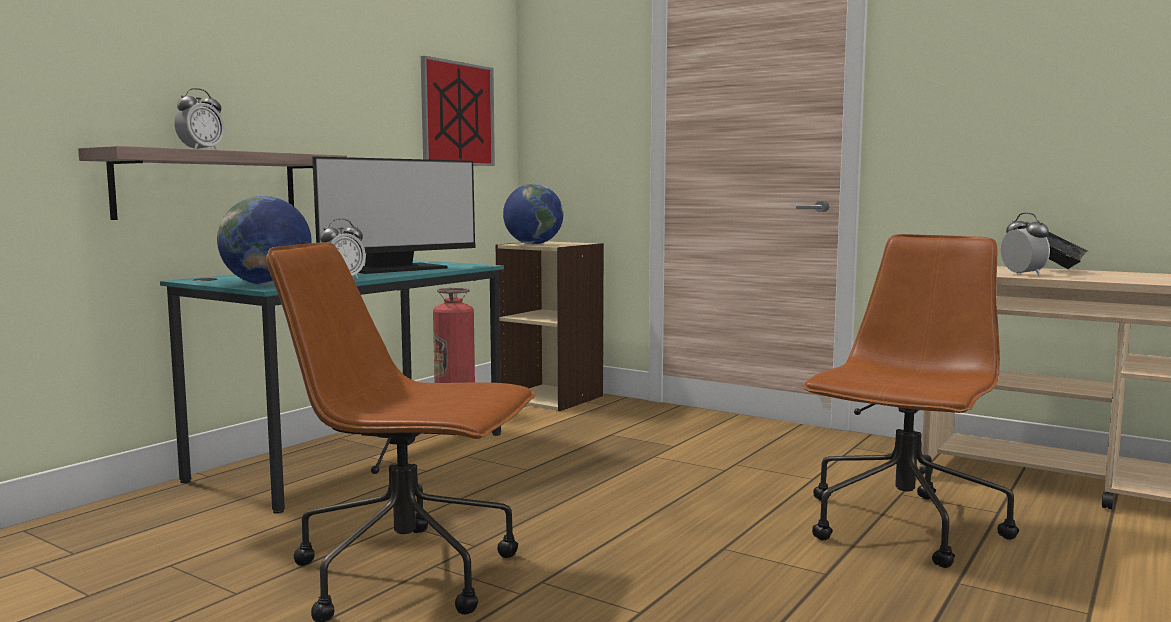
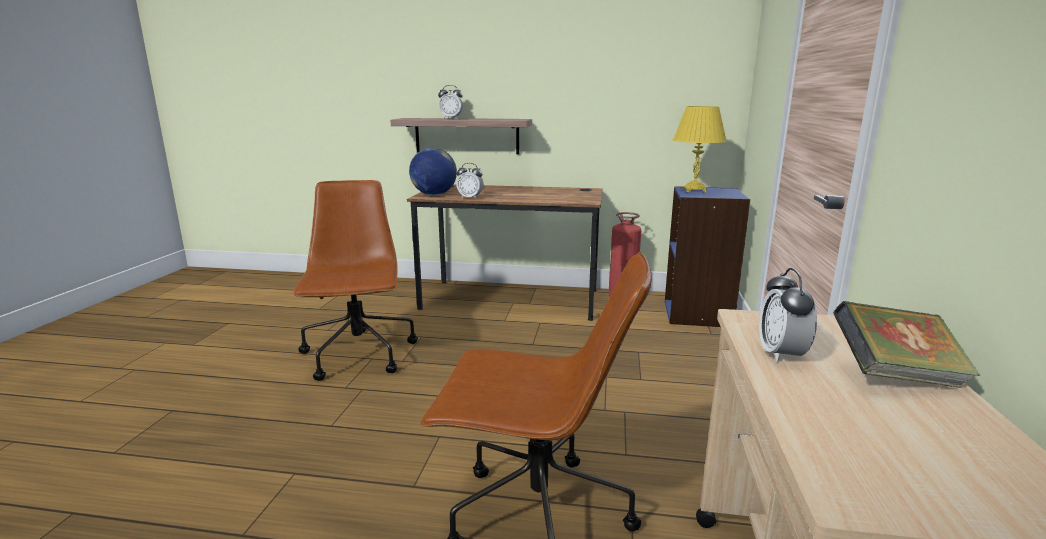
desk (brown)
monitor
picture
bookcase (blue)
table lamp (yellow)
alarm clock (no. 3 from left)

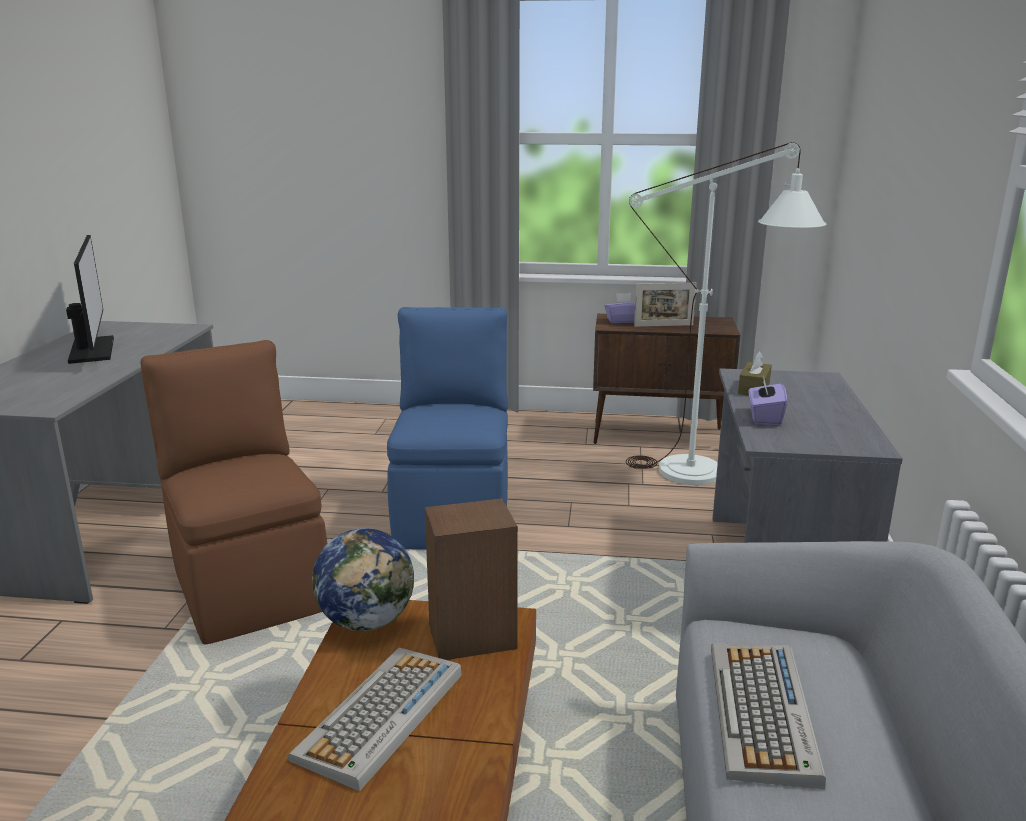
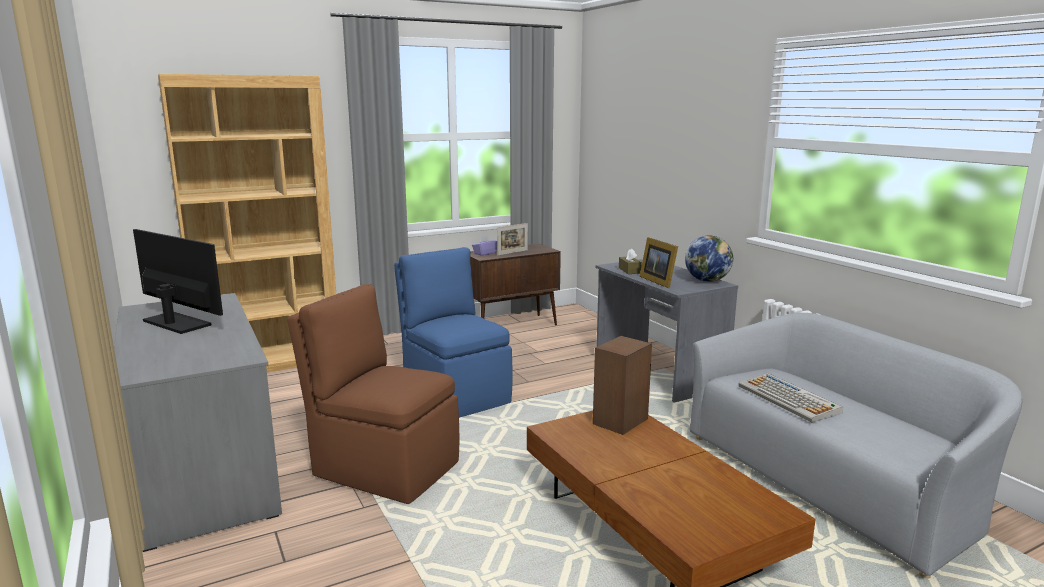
keyboard (no. 1 from left in the first image)
globe
floor lamp (white)
picture frame (no. 2 from left)
bookcase (brown)

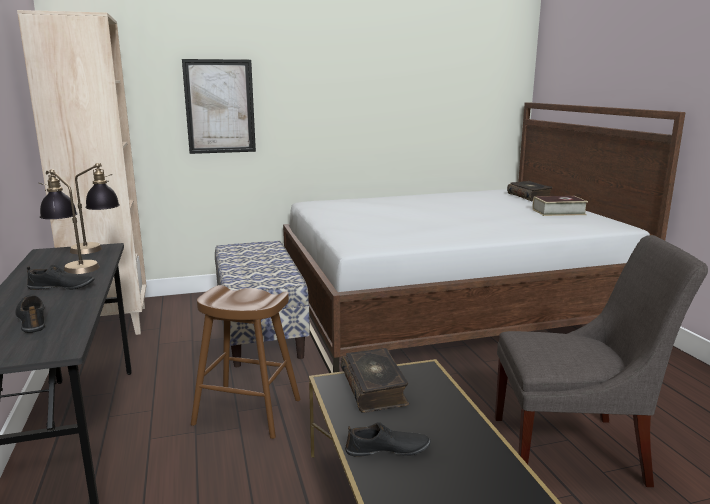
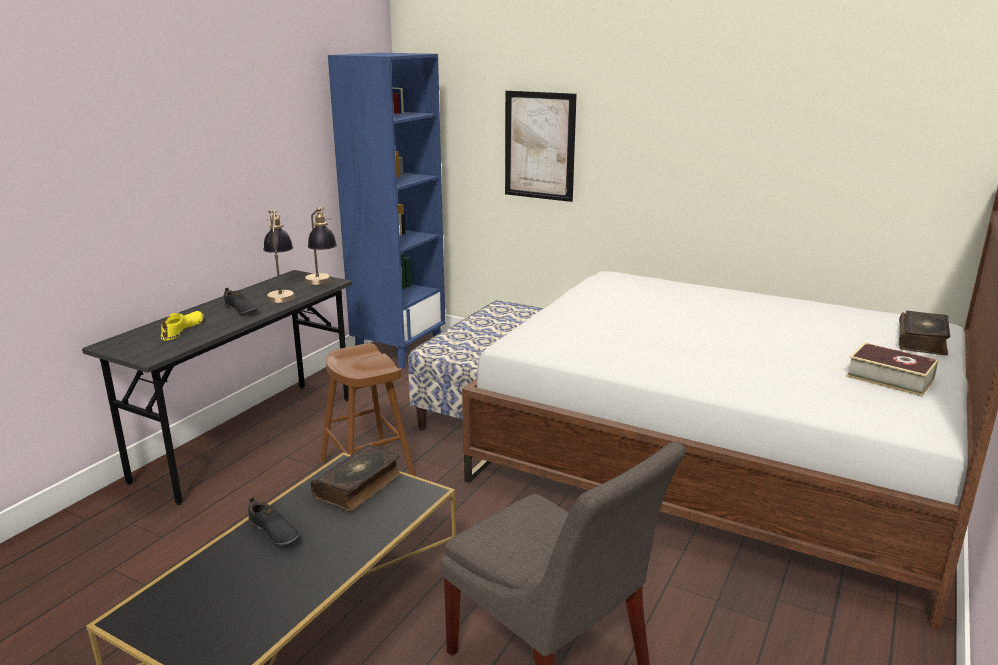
shoe (yellow)
bookcase (blue)

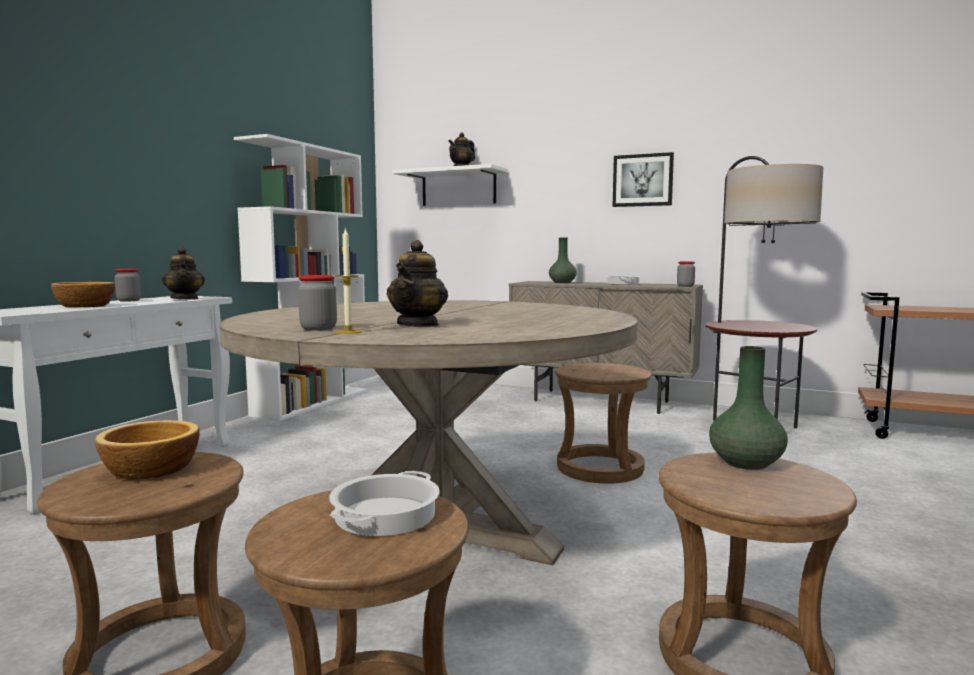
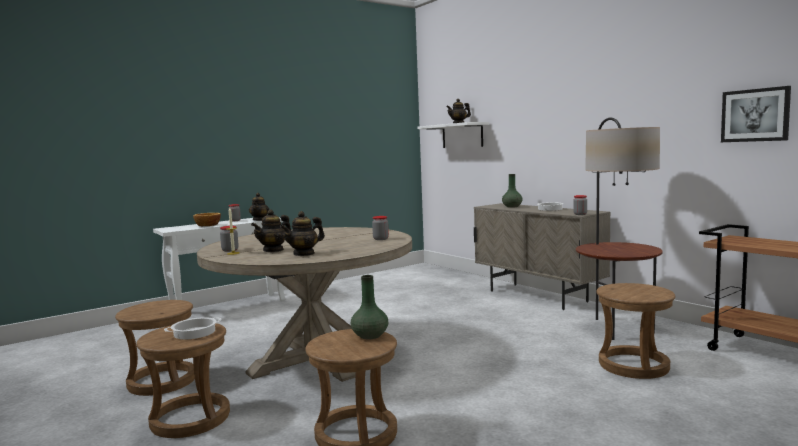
bowl (no. 2 from left in the first image)
bookcase (white)
stool (brown) (no. 4 from left)
picture
teapot (no. 3 from left)
jar (no. 3 from left)

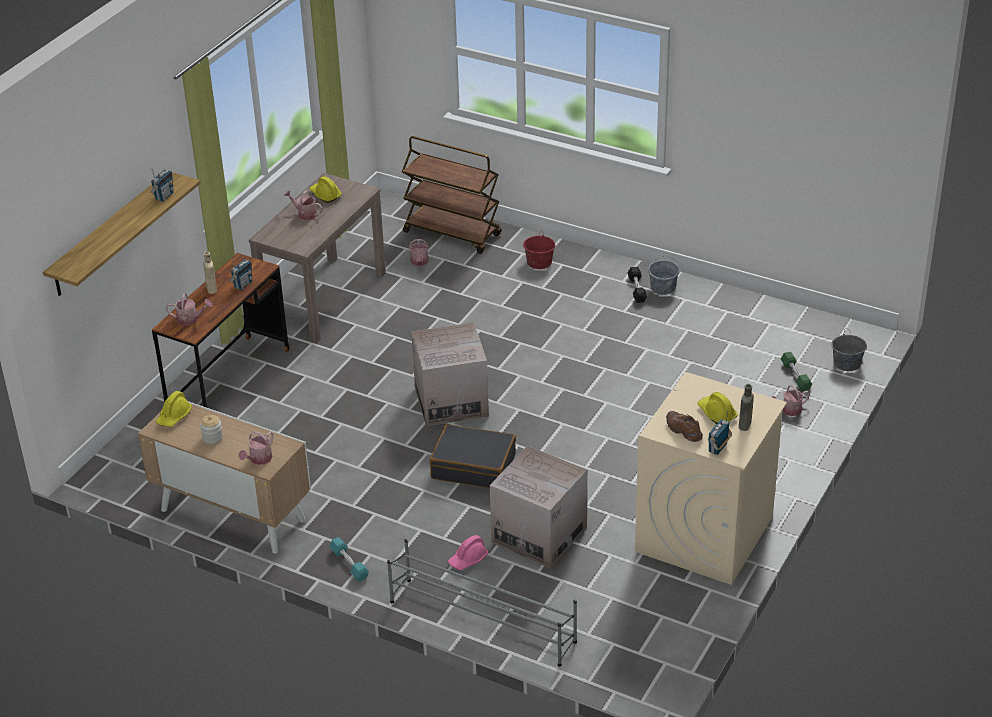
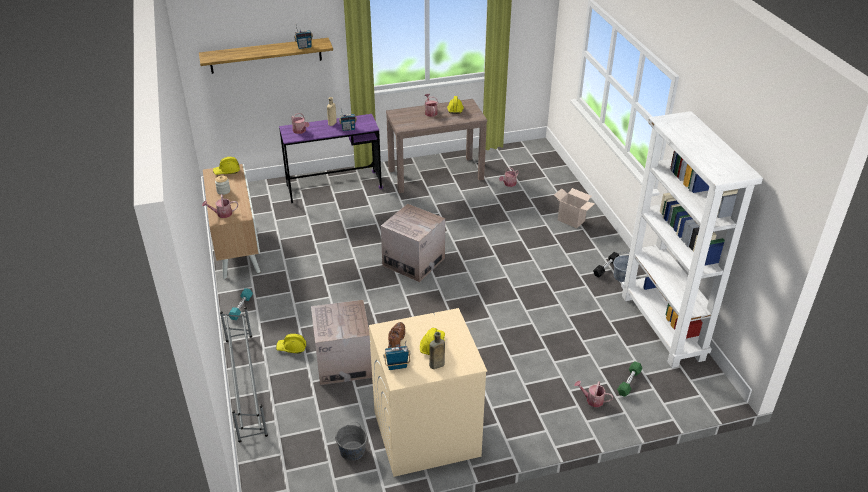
desk (purple)
cart (brown)
suitcase (black)
hard hat (yellow) (no. 2 from left)
cardboard box (no. 3 from left)
bucket (grey) (no. 1 from left)
bookcase (white)

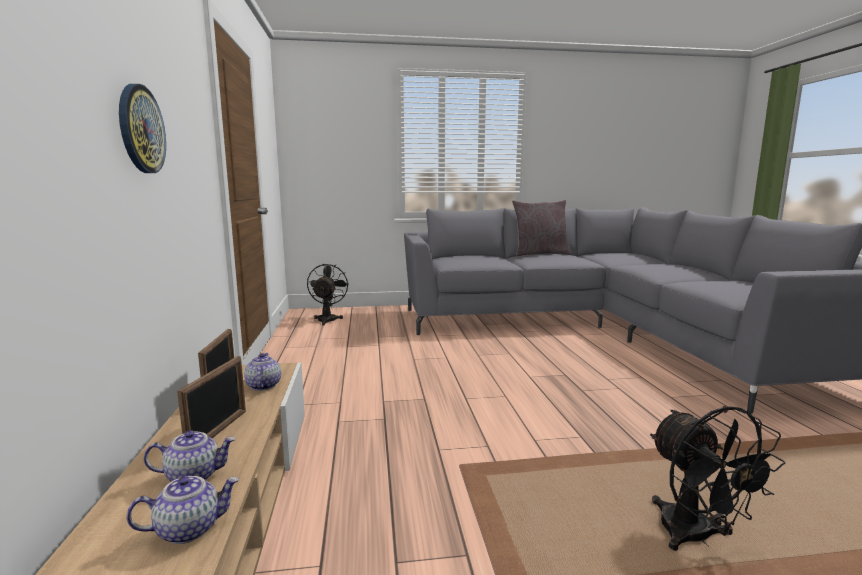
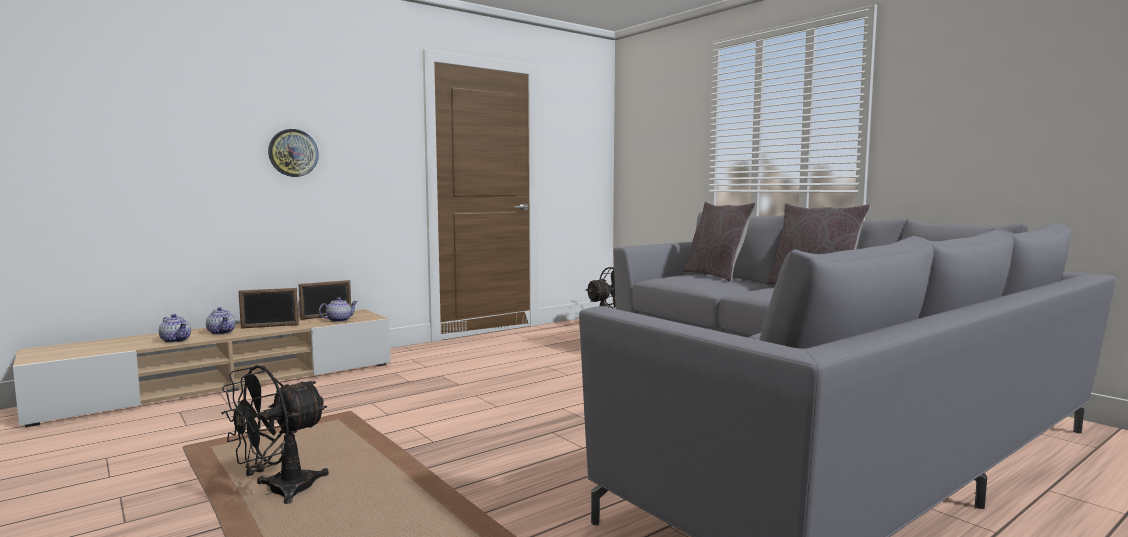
pillow (grey) (no. 1 from left)

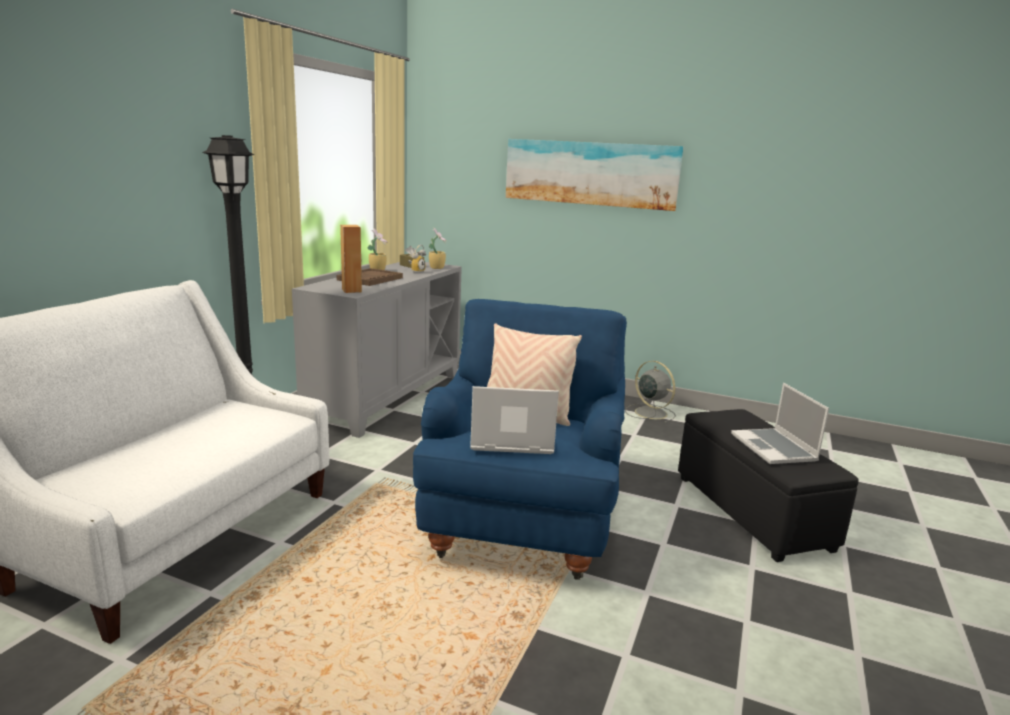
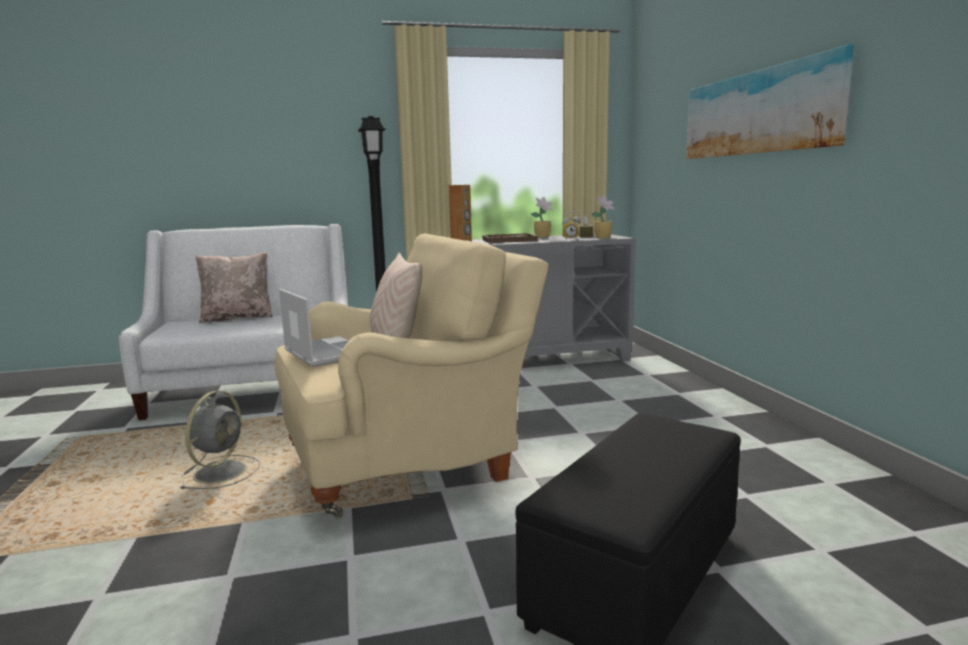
armchair (beige)
fan (grey)
laptop (no. 2 from left in the first image)
pillow (beige) (no. 1 from left)

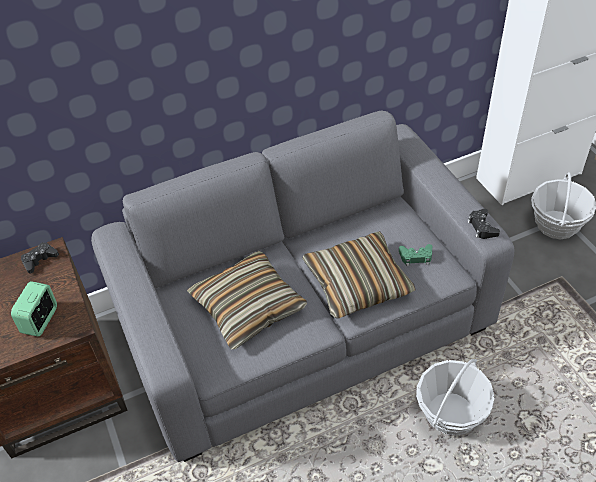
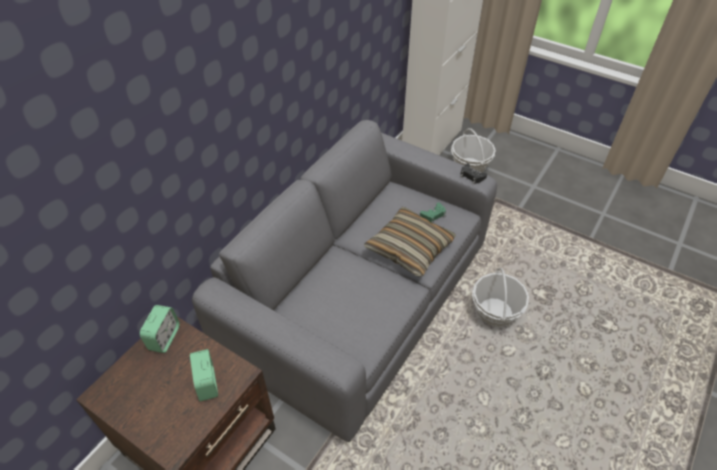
alarm clock (no. 1 from left)
pillow (no. 1 from left in the first image)

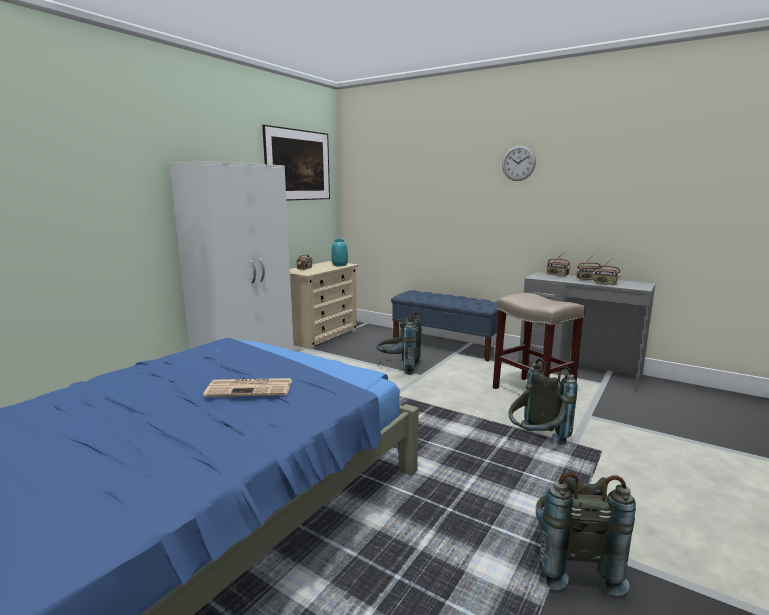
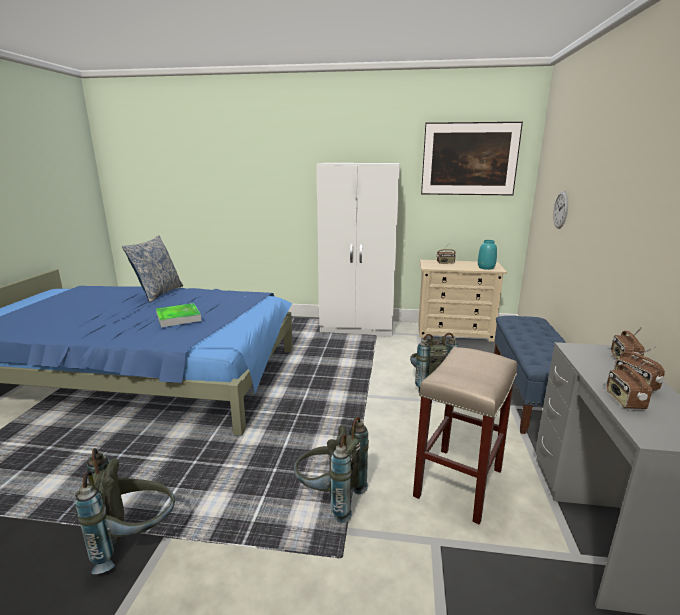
tray
wall clock
pillow

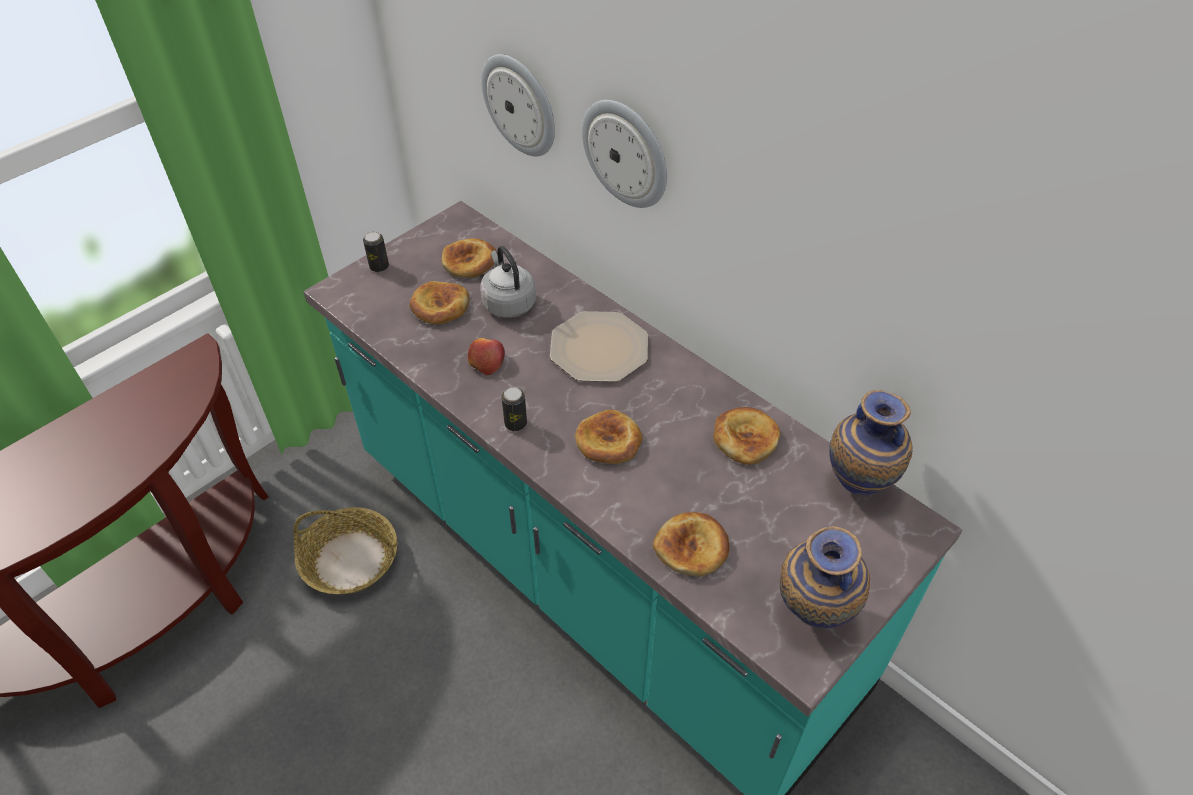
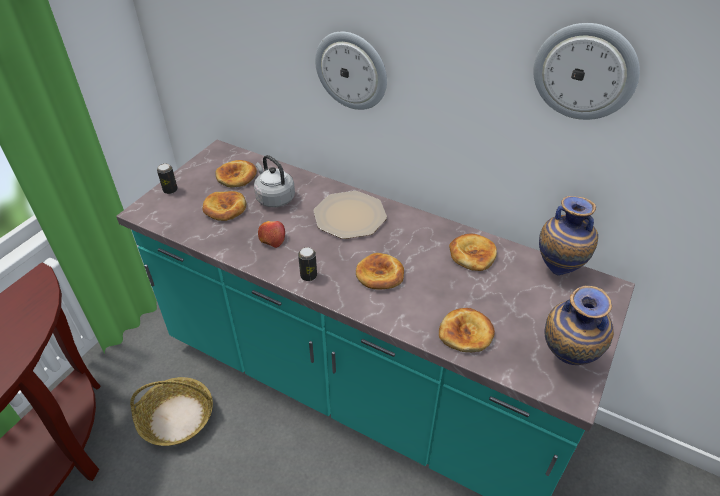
wall clock (no. 2 from left)

